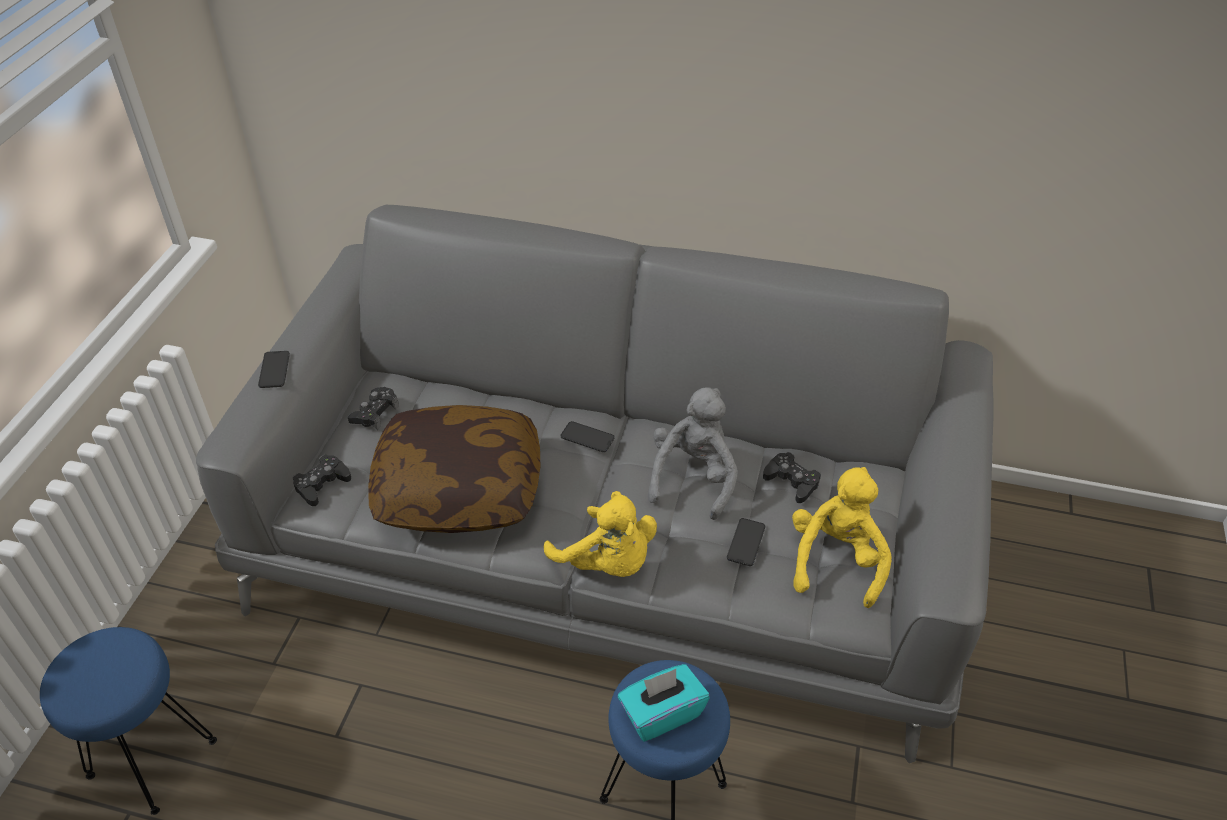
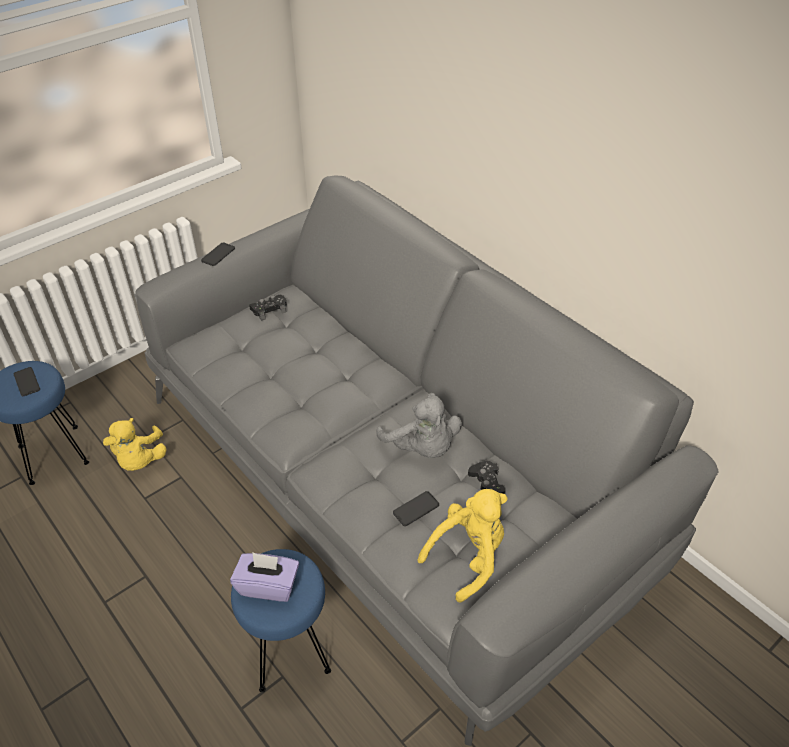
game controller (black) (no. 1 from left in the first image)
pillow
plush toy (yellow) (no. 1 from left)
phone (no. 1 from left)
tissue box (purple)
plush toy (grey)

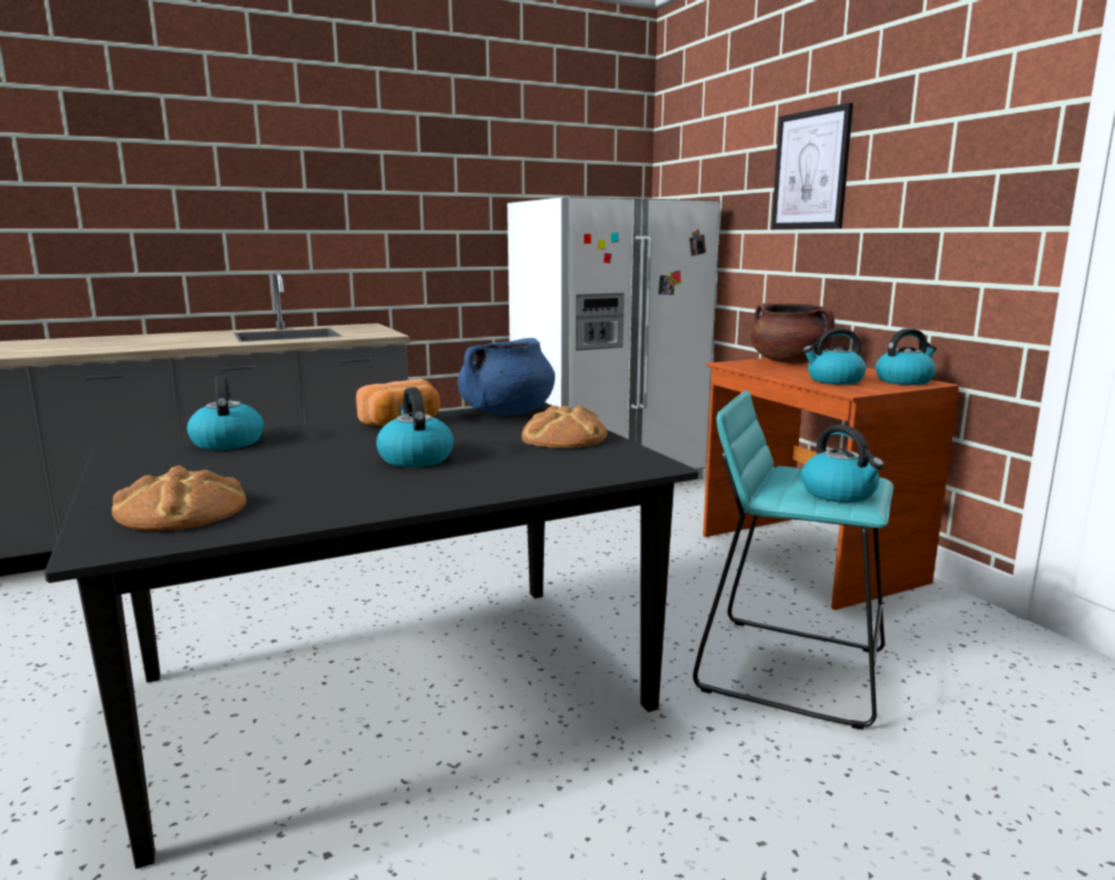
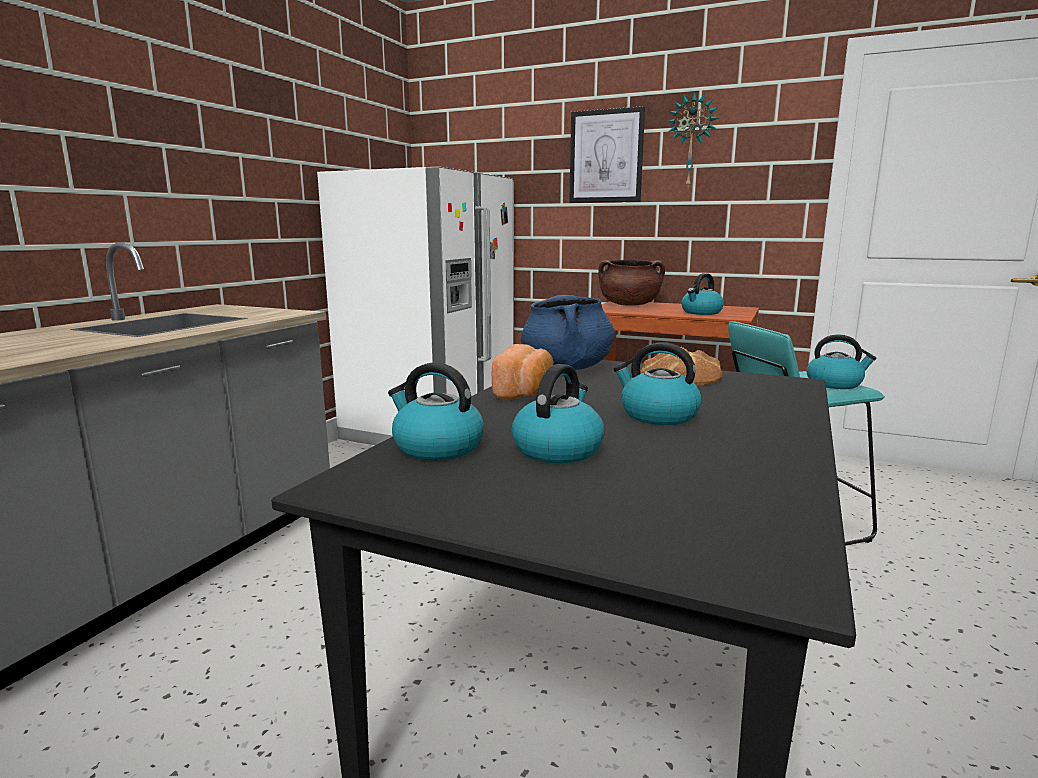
bread (no. 1 from left in the first image)
kettle (no. 2 from left)
wall clock

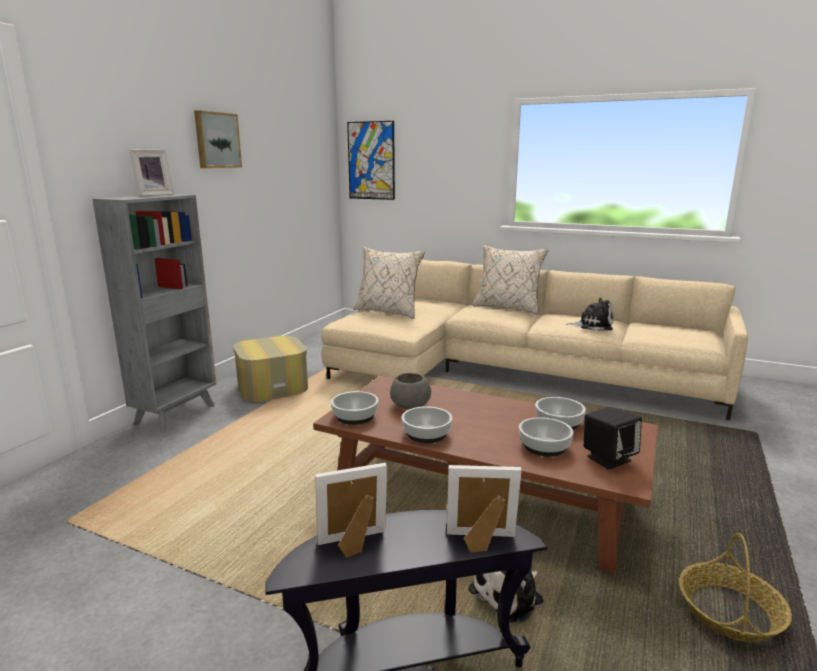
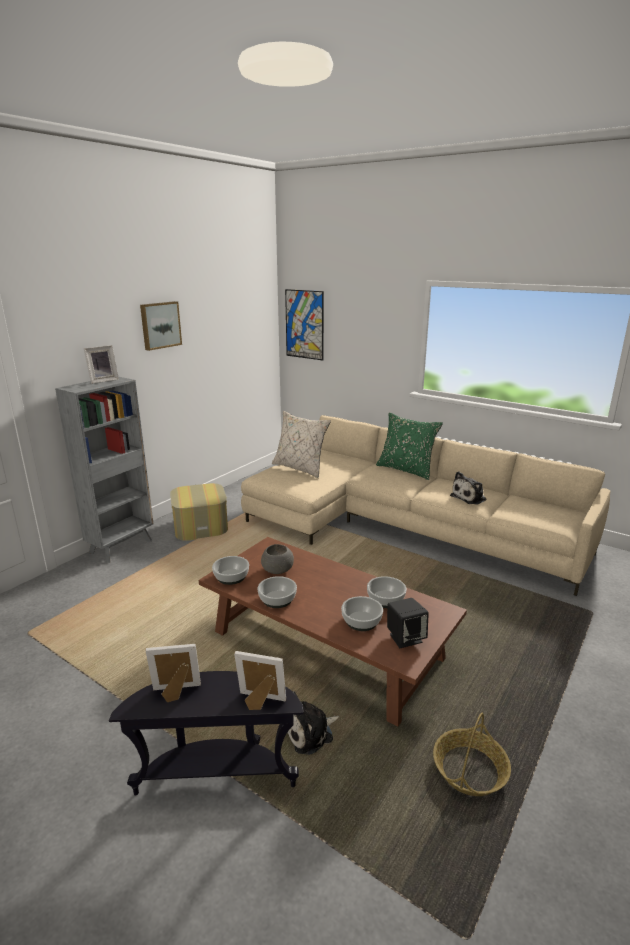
pillow (green)
plush toy (no. 2 from left)

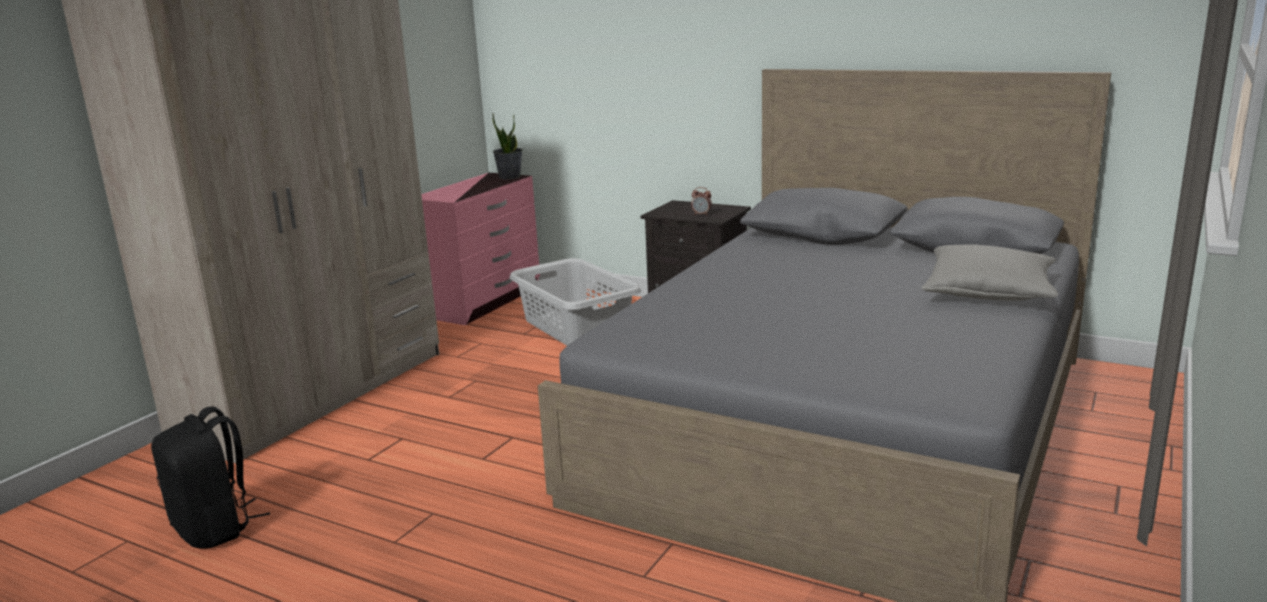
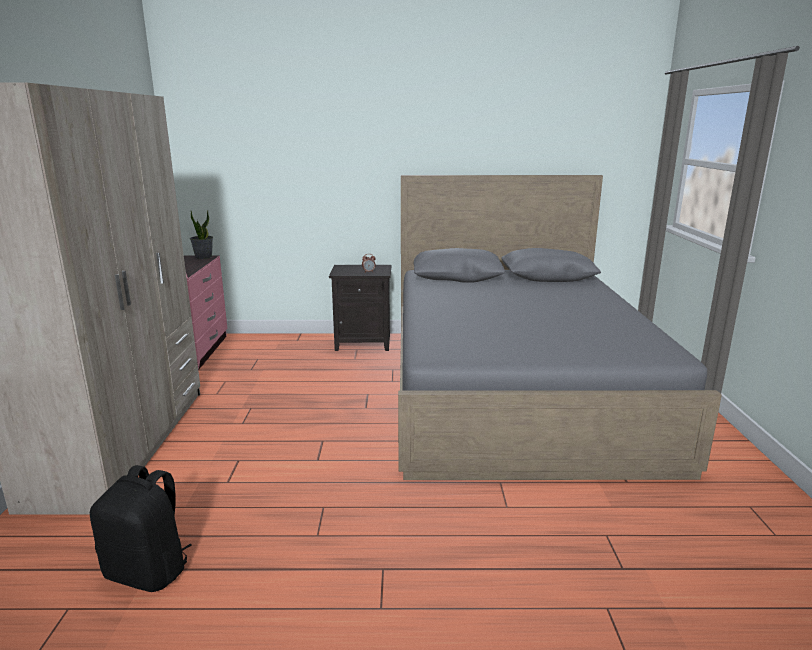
laundry basket (grey)
pillow (grey)

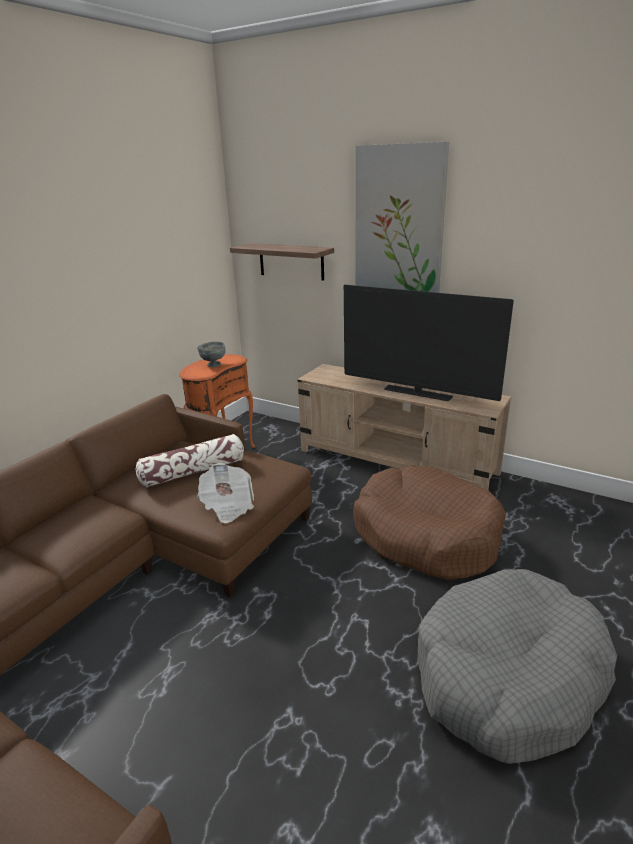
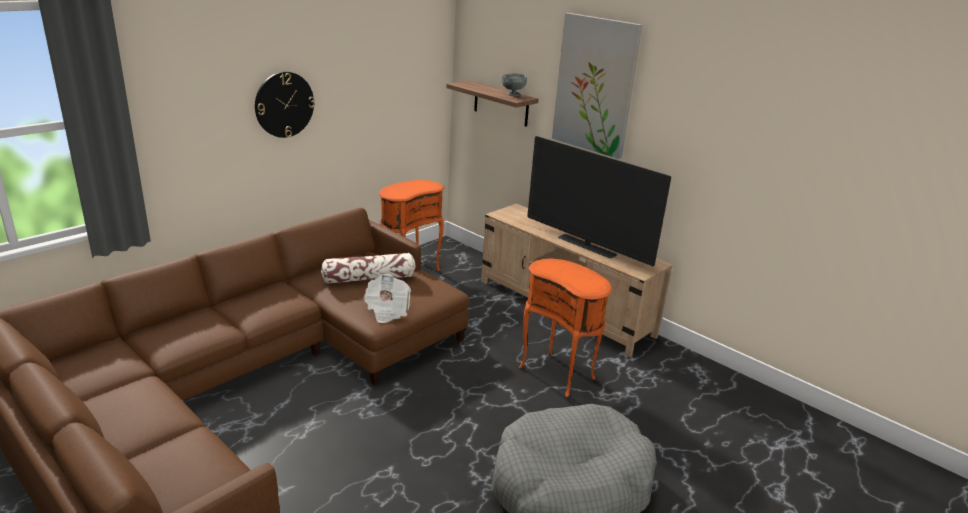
bowl (grey)
side table (orange) (no. 2 from left)
wall clock

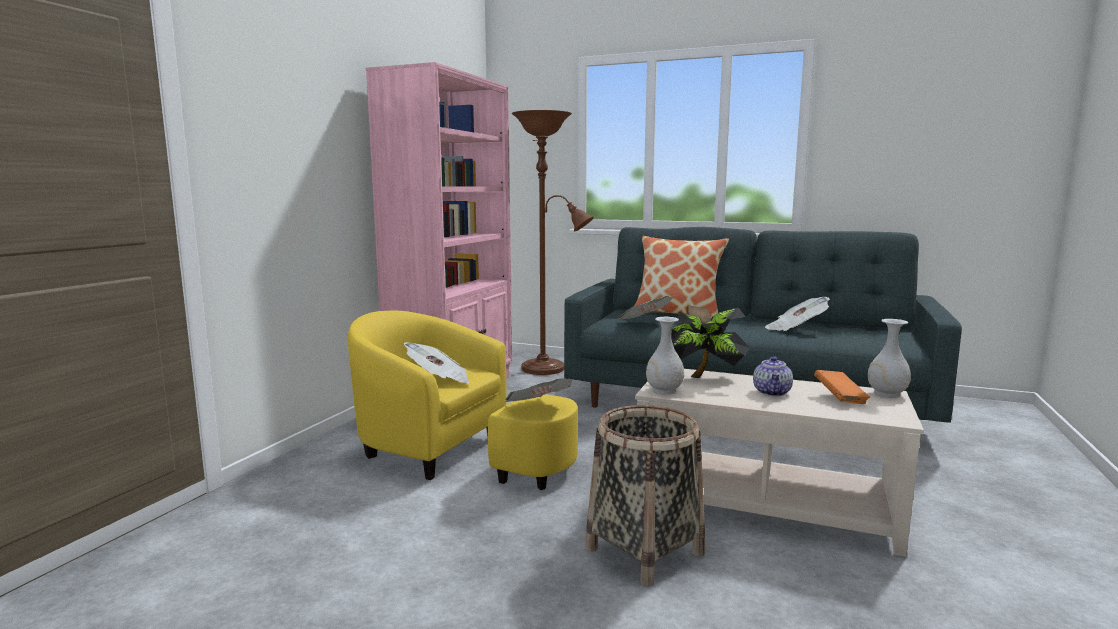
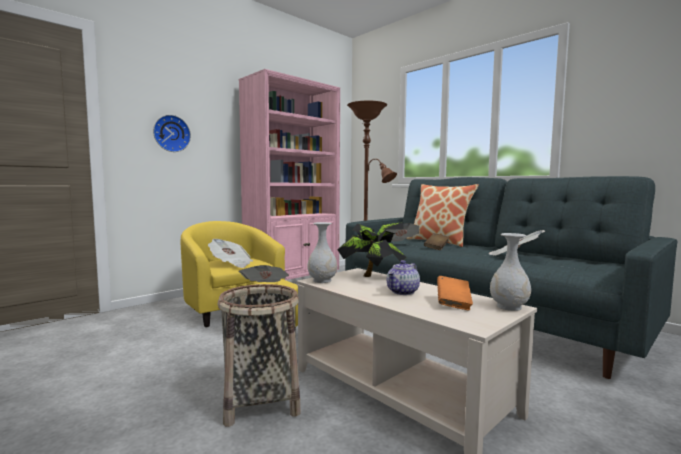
wall clock

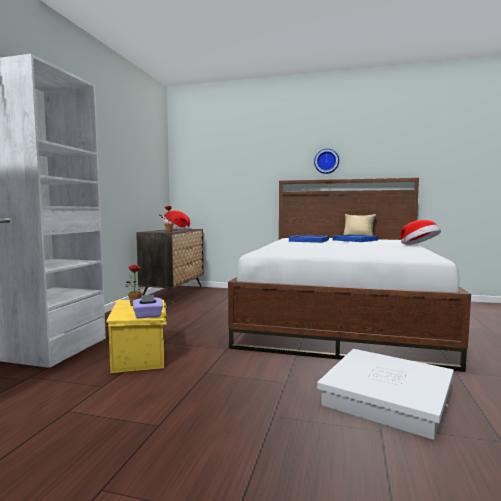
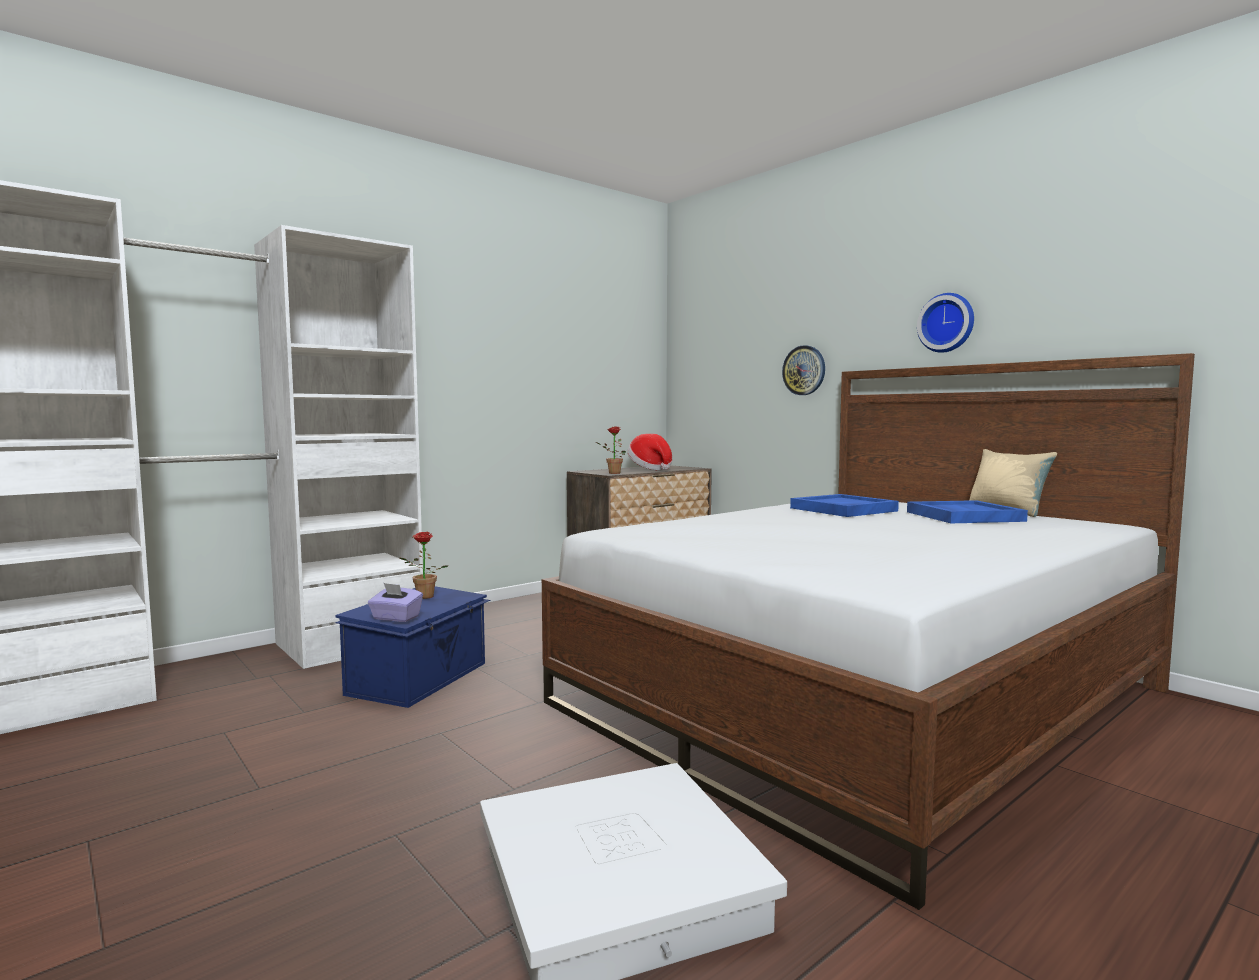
storage box (blue)
hat (no. 2 from left in the first image)
wall clock (no. 1 from left)

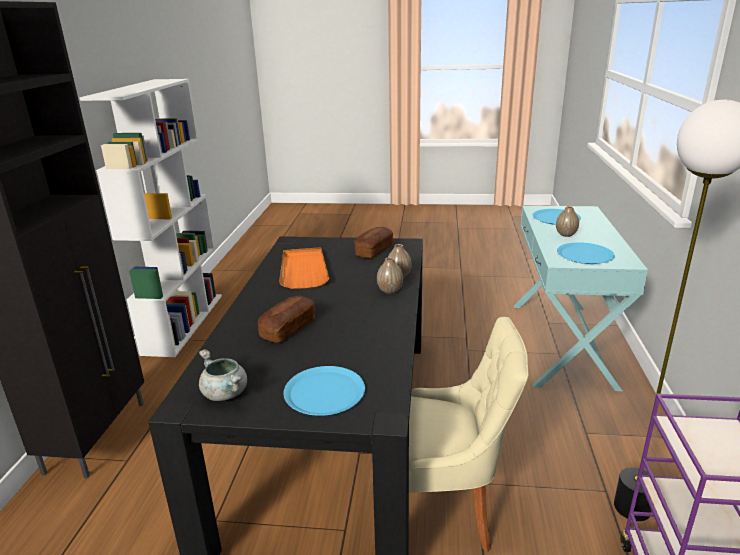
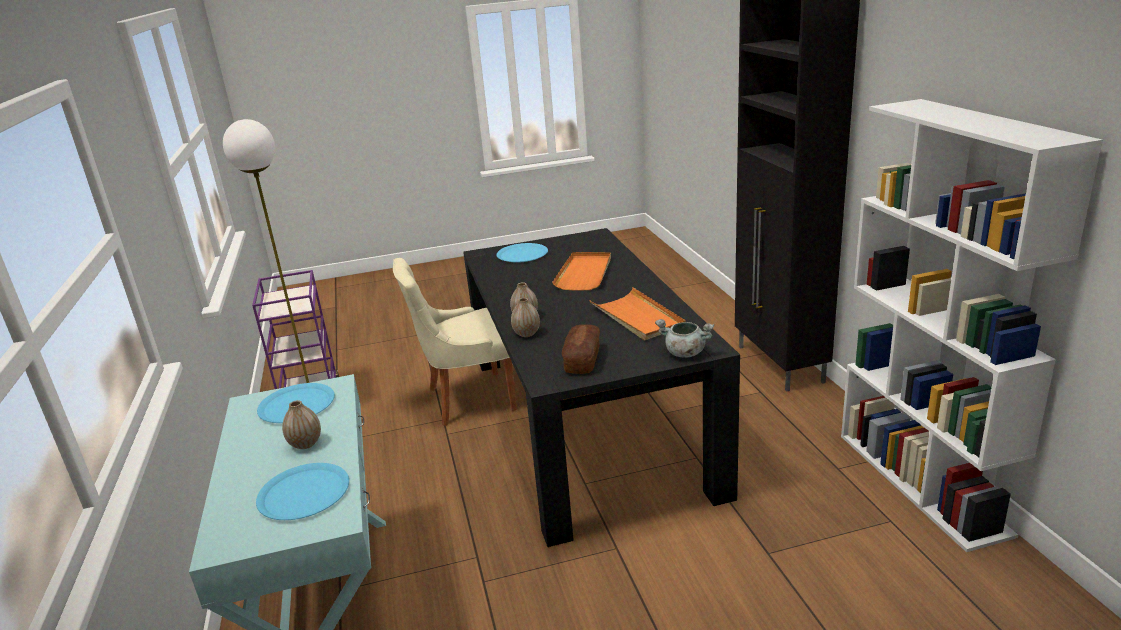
cooking pot (grey)
tray (orange) (no. 1 from left)

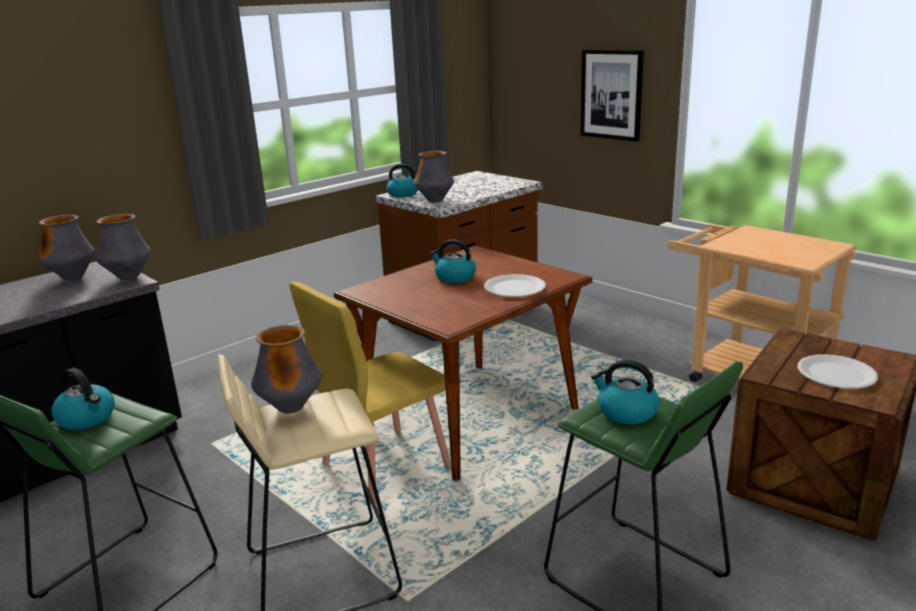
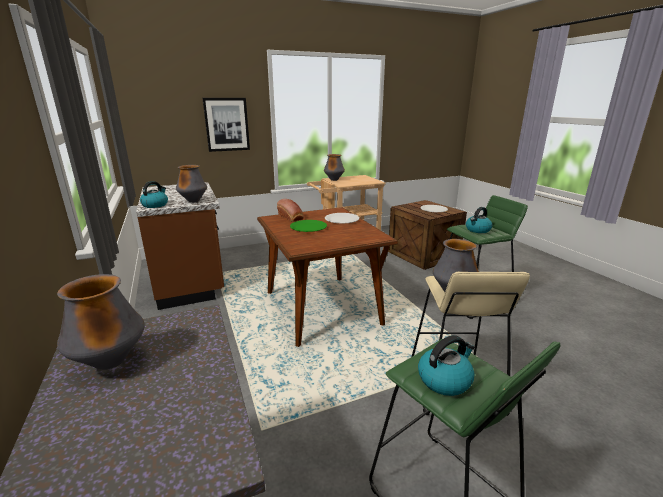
vase (no. 3 from left)
chair (yellow)
plate (green)
bread

